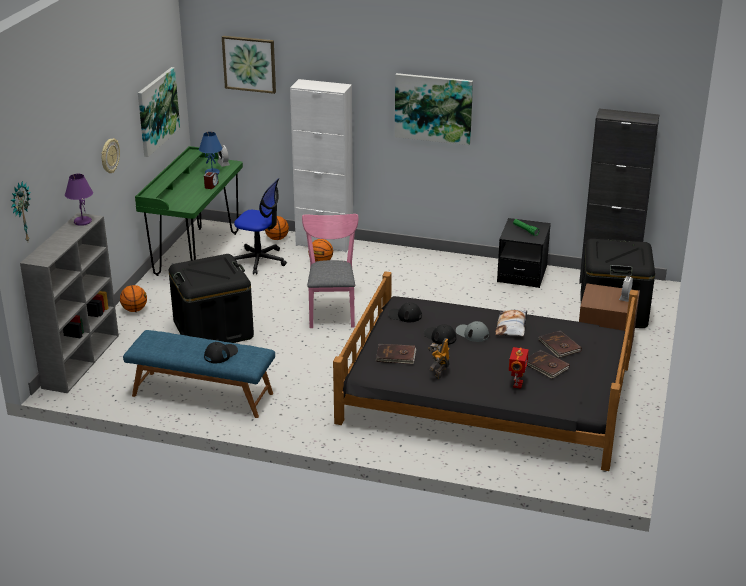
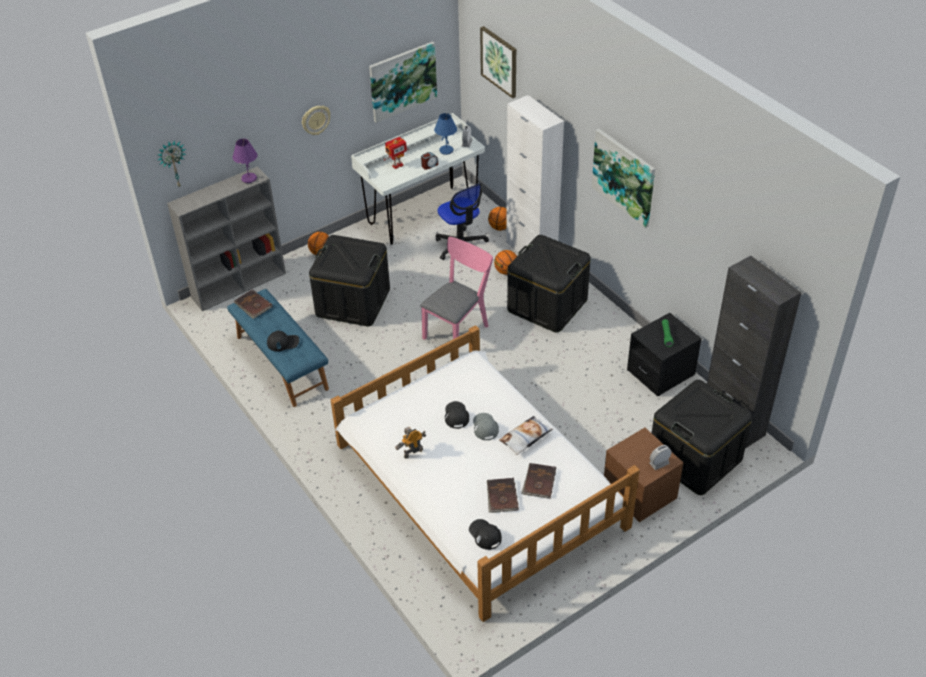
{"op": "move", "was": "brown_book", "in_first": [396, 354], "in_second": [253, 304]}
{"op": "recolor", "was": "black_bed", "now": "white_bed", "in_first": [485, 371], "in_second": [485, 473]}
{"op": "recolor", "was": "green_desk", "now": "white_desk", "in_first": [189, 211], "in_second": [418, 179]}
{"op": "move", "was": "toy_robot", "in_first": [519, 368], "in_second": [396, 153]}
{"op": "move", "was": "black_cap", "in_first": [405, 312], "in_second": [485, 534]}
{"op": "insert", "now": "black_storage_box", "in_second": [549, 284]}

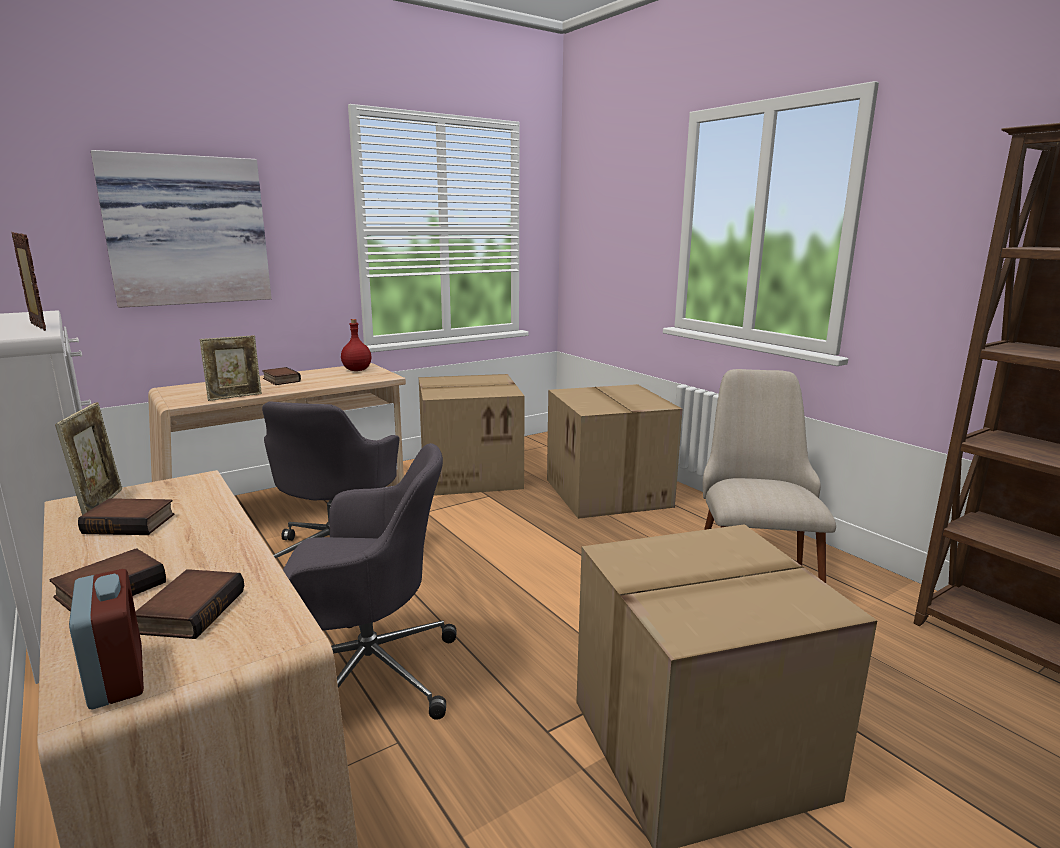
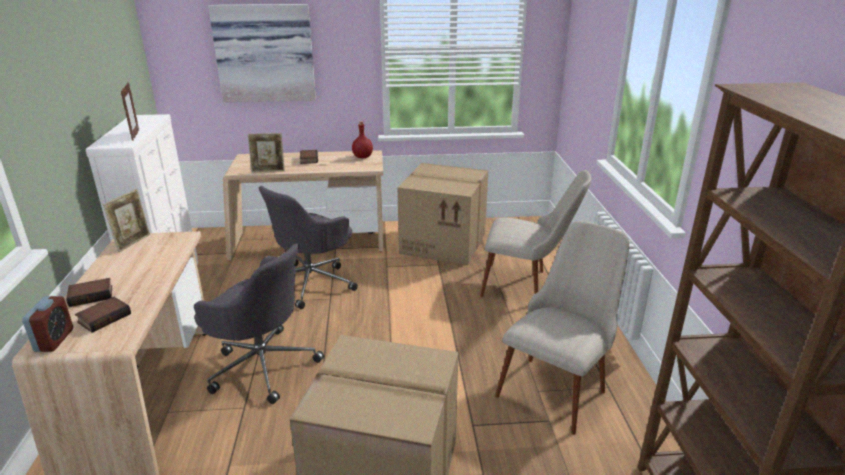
{"op": "replace", "was": "cardboard_box", "now": "beige_chair", "in_first": [614, 451], "in_second": [535, 233]}
{"op": "delete", "was": "book", "in_first": [126, 516]}

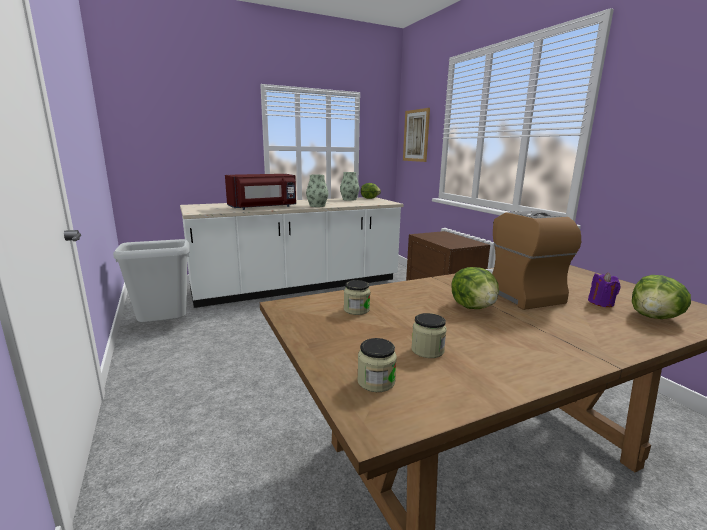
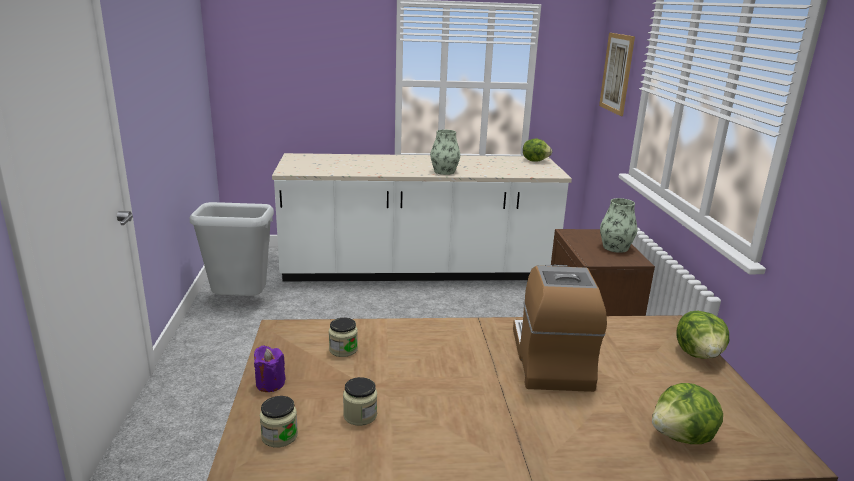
{"op": "move", "was": "purple_candle", "in_first": [604, 290], "in_second": [270, 369]}
{"op": "move", "was": "vase", "in_first": [350, 186], "in_second": [618, 225]}
{"op": "move", "was": "lettuce", "in_first": [475, 288], "in_second": [702, 335]}
{"op": "delete", "was": "red_microwave", "in_first": [260, 192]}

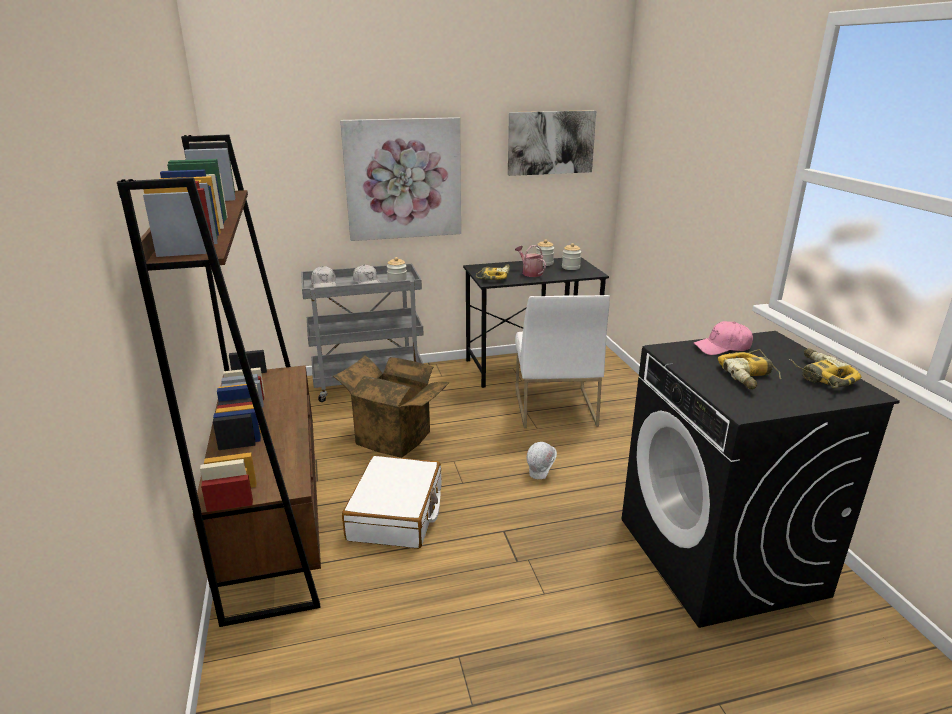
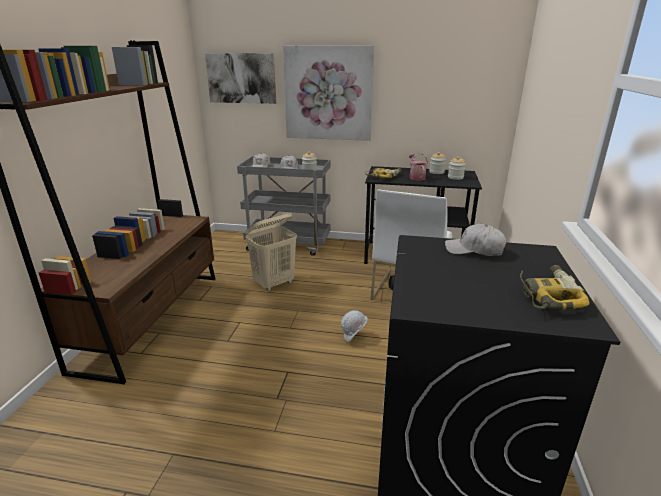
{"op": "move", "was": "picture", "in_first": [552, 143], "in_second": [240, 78]}
{"op": "replace", "was": "cardboard_box", "now": "beige_laundry_basket", "in_first": [391, 406], "in_second": [271, 252]}
{"op": "recolor", "was": "pink_cap", "now": "white_cap", "in_first": [723, 338], "in_second": [475, 240]}
{"op": "delete", "was": "white_suitcase", "in_first": [392, 502]}
{"op": "delete", "was": "power_drill", "in_first": [749, 369]}

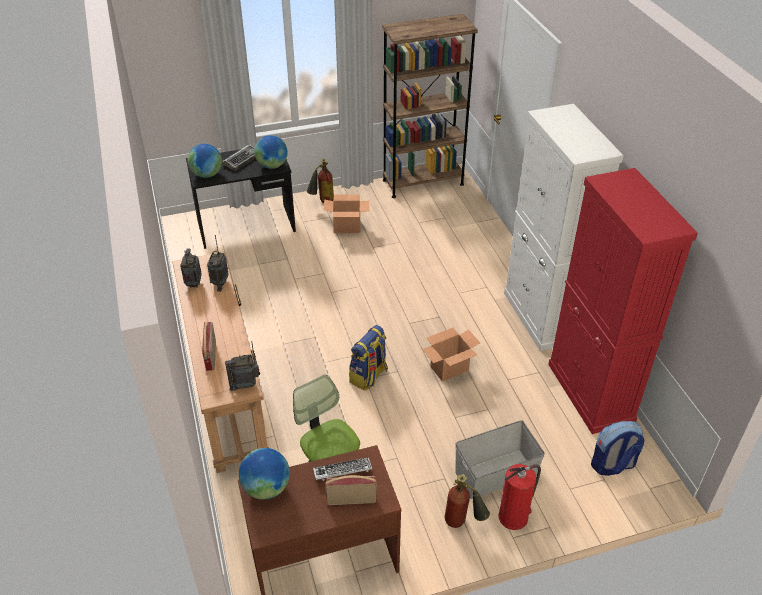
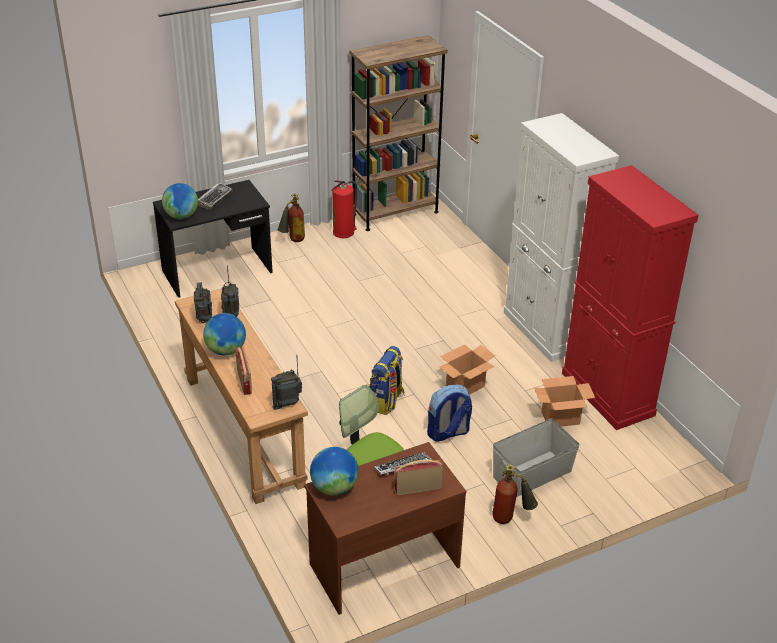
{"op": "move", "was": "globe", "in_first": [271, 152], "in_second": [224, 334]}
{"op": "move", "was": "fire_extinguisher", "in_first": [519, 497], "in_second": [344, 209]}
{"op": "move", "was": "backpack", "in_first": [618, 448], "in_second": [449, 413]}
{"op": "move", "was": "cardboard_box", "in_first": [346, 213], "in_second": [564, 401]}

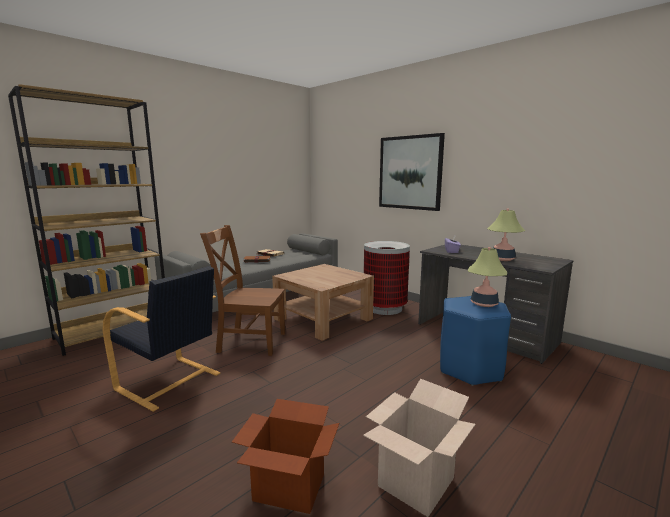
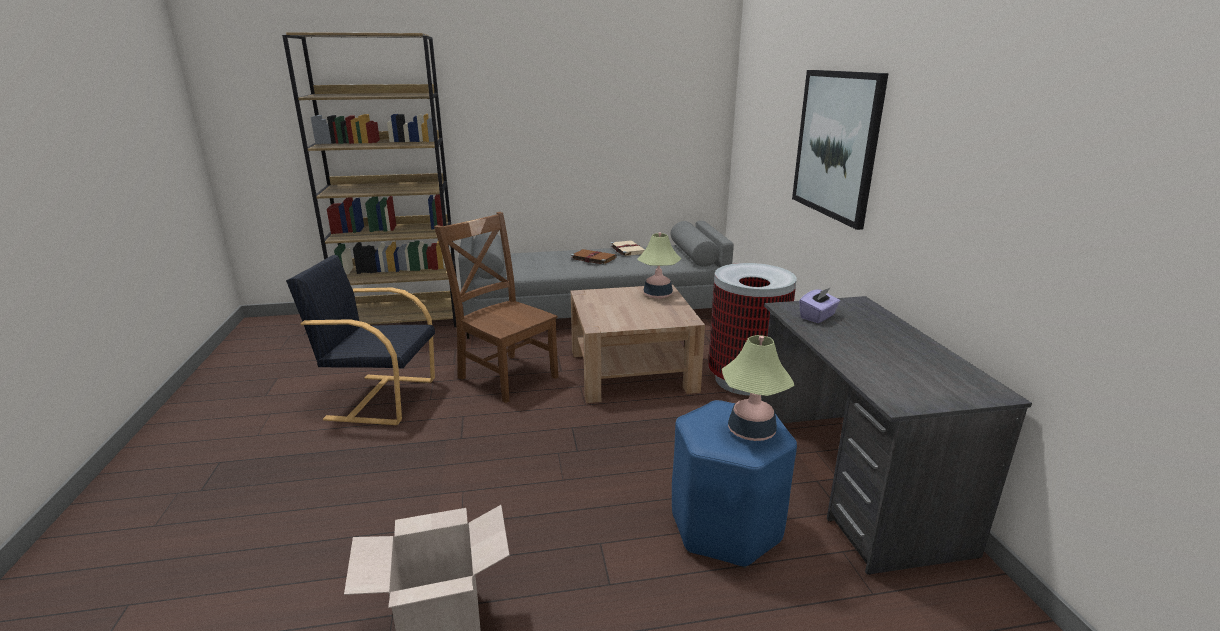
{"op": "rotate", "was": "black_armchair", "in_first": [161, 339], "in_second": [360, 340], "clockwise": 120}
{"op": "move", "was": "table_lamp", "in_first": [506, 235], "in_second": [659, 266]}
{"op": "delete", "was": "cardboard_box", "in_first": [285, 456]}

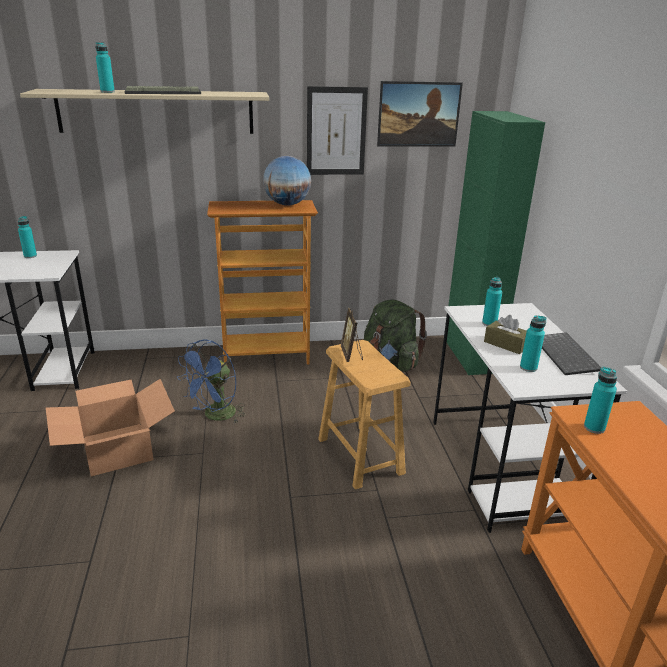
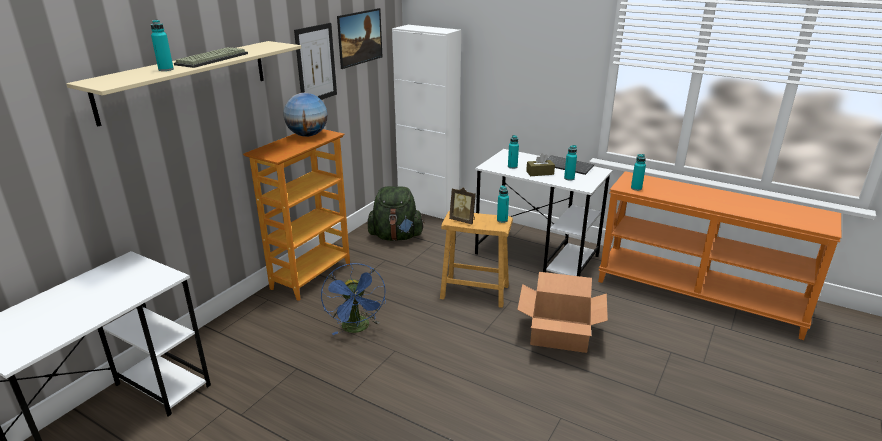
{"op": "recolor", "was": "green_cabinet", "now": "white_cabinet", "in_first": [496, 243], "in_second": [426, 122]}
{"op": "move", "was": "turquoise_bottle", "in_first": [27, 237], "in_second": [503, 204]}
{"op": "move", "was": "cardboard_box", "in_first": [110, 427], "in_second": [562, 312]}

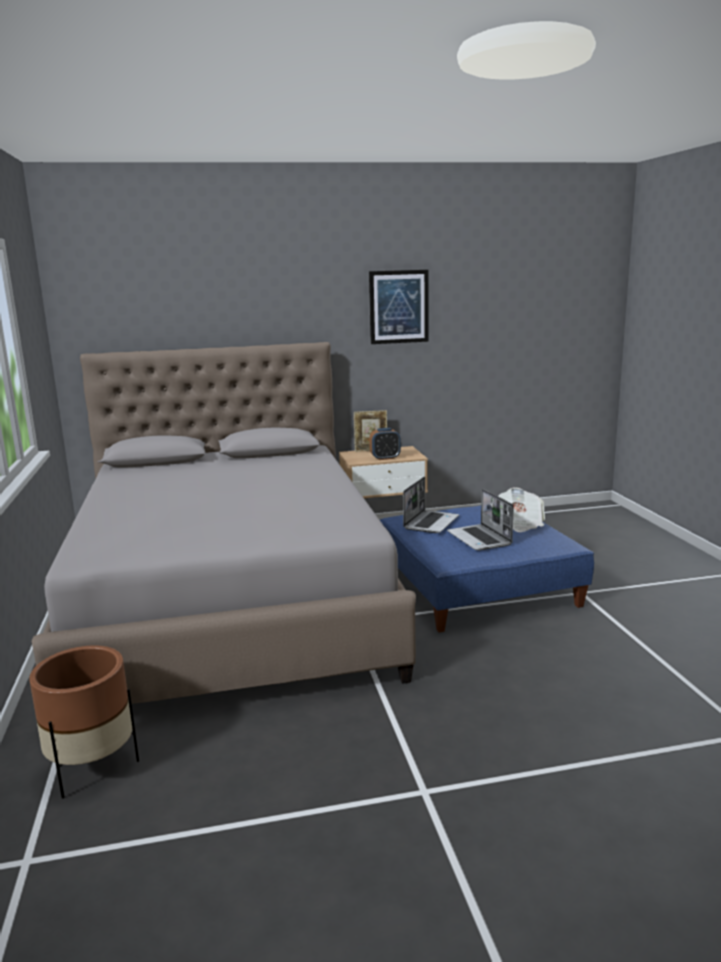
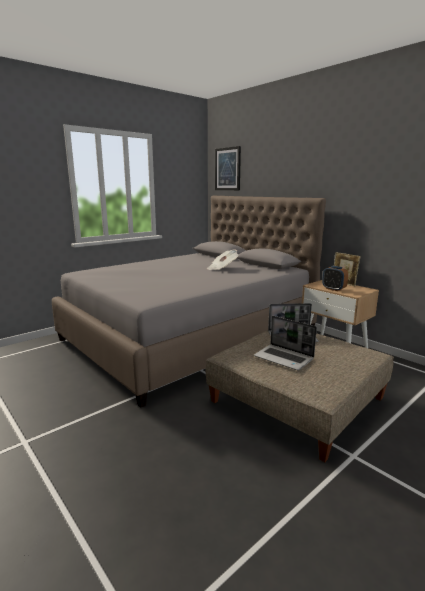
{"op": "recolor", "was": "blue_ottoman", "now": "beige_ottoman", "in_first": [487, 569], "in_second": [300, 396]}
{"op": "move", "was": "newspaper", "in_first": [521, 510], "in_second": [222, 260]}
{"op": "move", "was": "picture", "in_first": [398, 307], "in_second": [228, 168]}
{"op": "rotate", "was": "laptop", "in_first": [480, 520], "in_second": [285, 343], "clockwise": -90}
{"op": "delete", "was": "brown_planter", "in_first": [84, 722]}

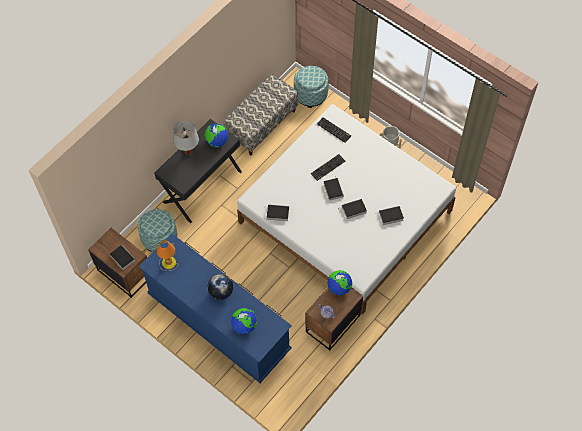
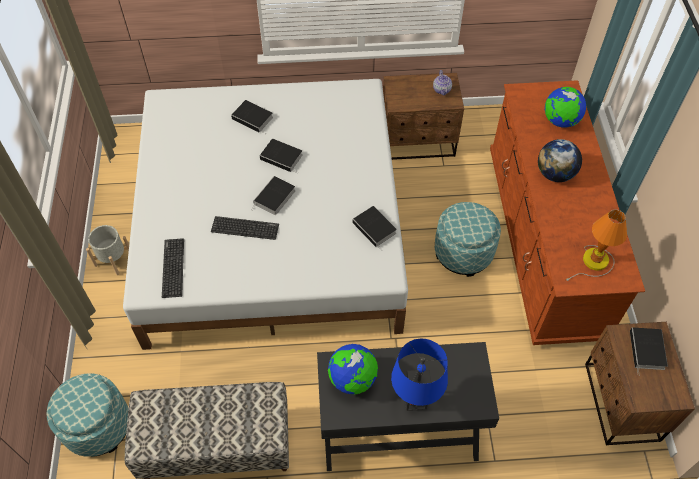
{"op": "recolor", "was": "grey_table_lamp", "now": "blue_table_lamp", "in_first": [186, 139], "in_second": [419, 374]}
{"op": "move", "was": "ottoman", "in_first": [157, 230], "in_second": [468, 239]}
{"op": "recolor", "was": "blue_dresser", "now": "brown_dresser", "in_first": [215, 308], "in_second": [567, 212]}
{"op": "delete", "was": "globe", "in_first": [339, 282]}

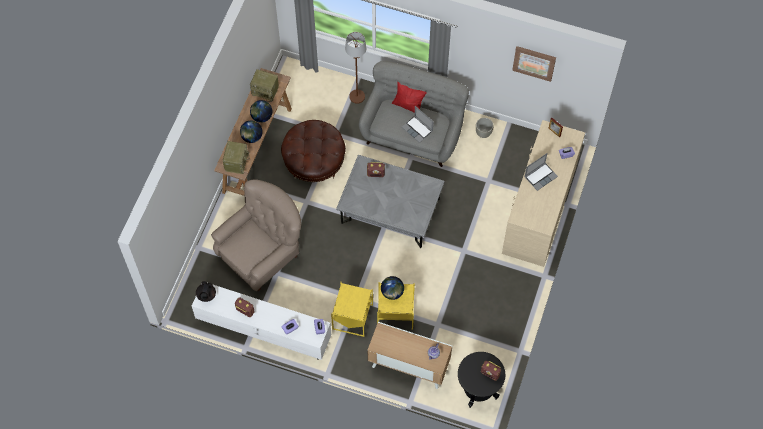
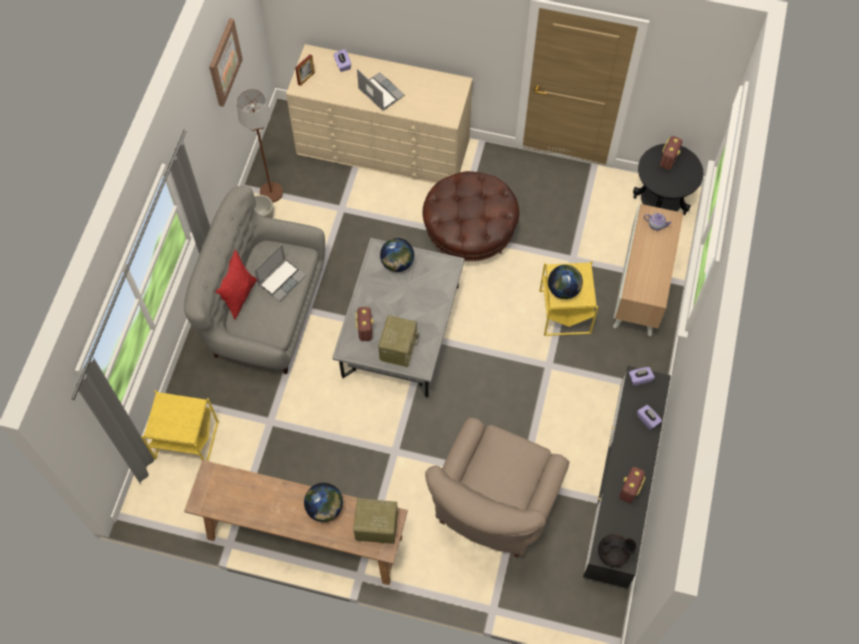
{"op": "move", "was": "yellow_side_table", "in_first": [352, 309], "in_second": [180, 425]}
{"op": "move", "was": "brown_floor_lamp", "in_first": [355, 68], "in_second": [260, 146]}
{"op": "move", "was": "radio", "in_first": [264, 85], "in_second": [398, 341]}
{"op": "move", "was": "globe", "in_first": [261, 111], "in_second": [397, 255]}
{"op": "move", "was": "brown_ottoman", "in_first": [313, 151], "in_second": [471, 216]}
{"op": "rotate", "was": "beige_armchair", "in_first": [256, 235], "in_second": [497, 488], "clockwise": -105}
{"op": "recolor", "was": "white_tv_stand", "now": "black_tv_stand", "in_first": [261, 320], "in_second": [627, 477]}

